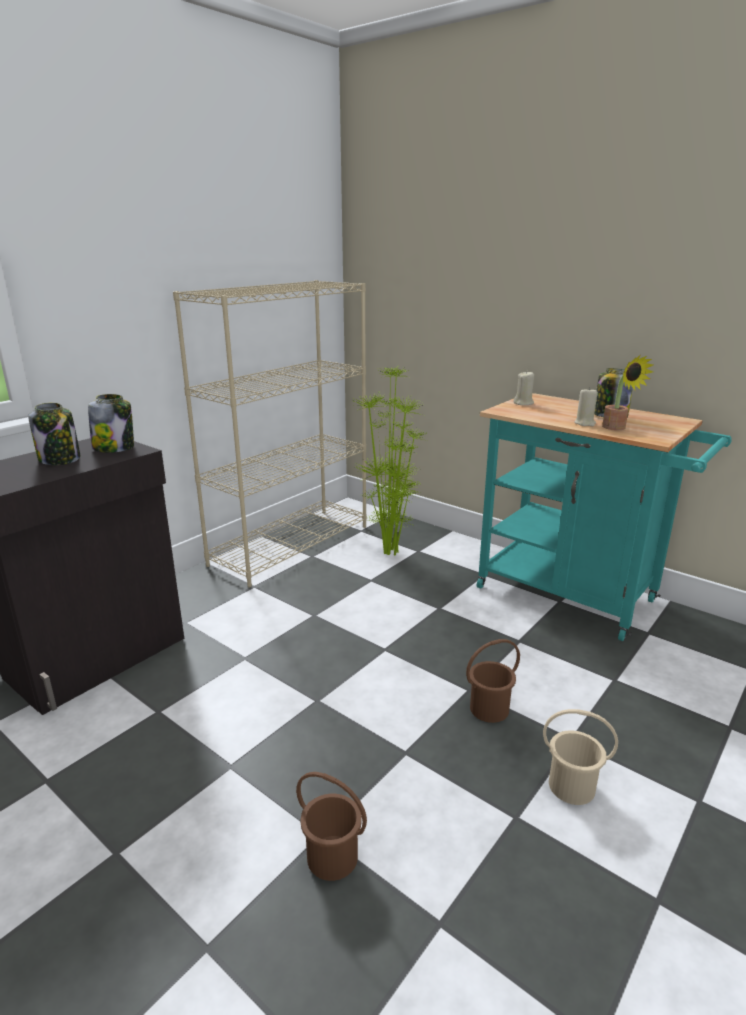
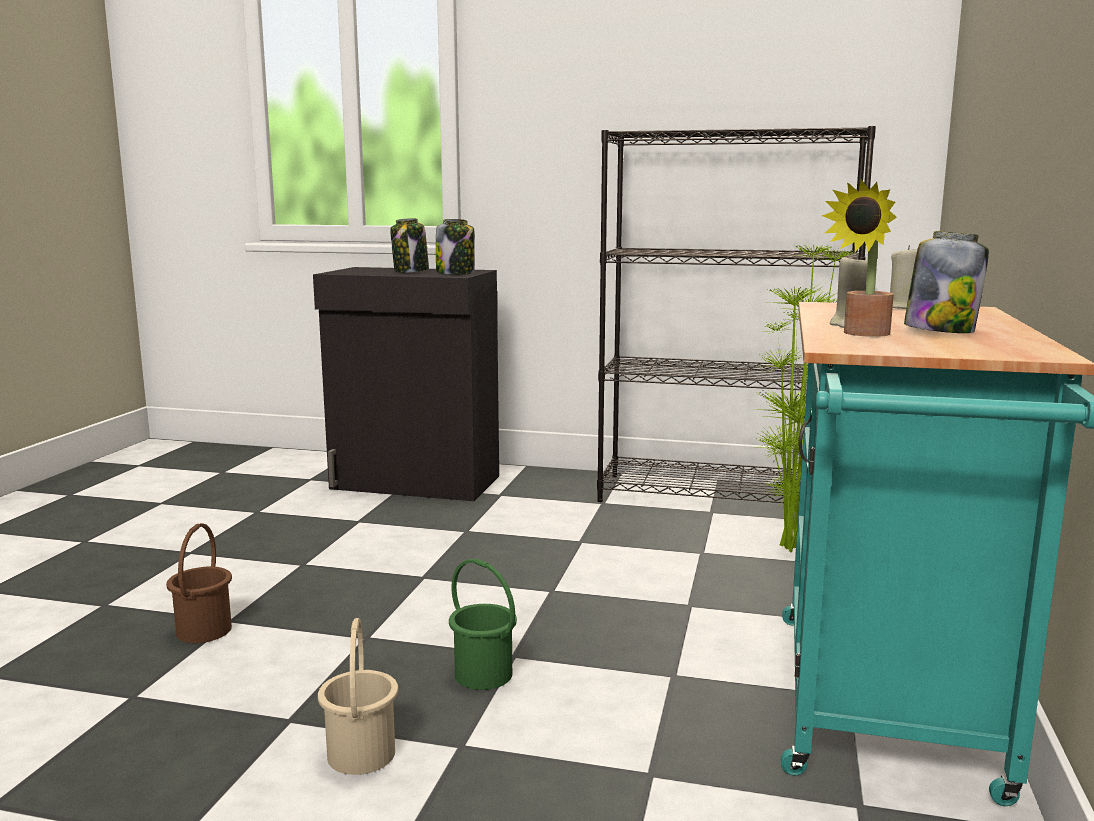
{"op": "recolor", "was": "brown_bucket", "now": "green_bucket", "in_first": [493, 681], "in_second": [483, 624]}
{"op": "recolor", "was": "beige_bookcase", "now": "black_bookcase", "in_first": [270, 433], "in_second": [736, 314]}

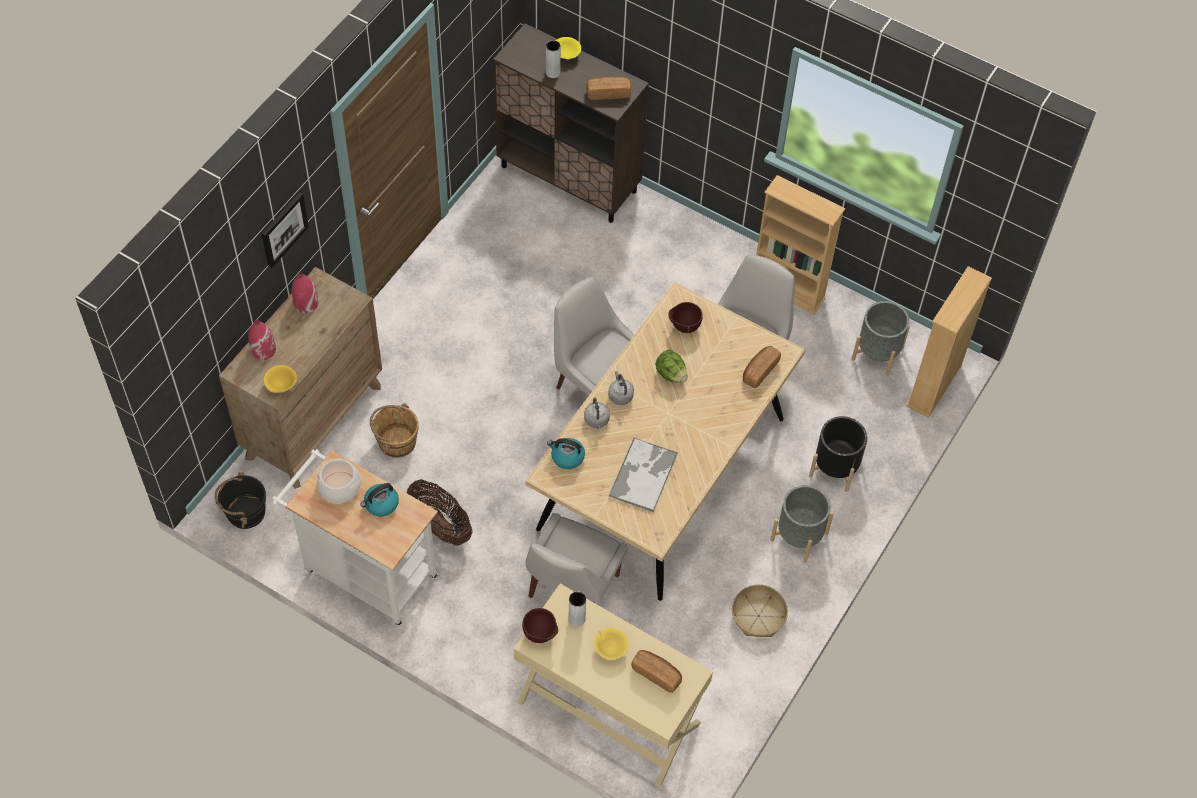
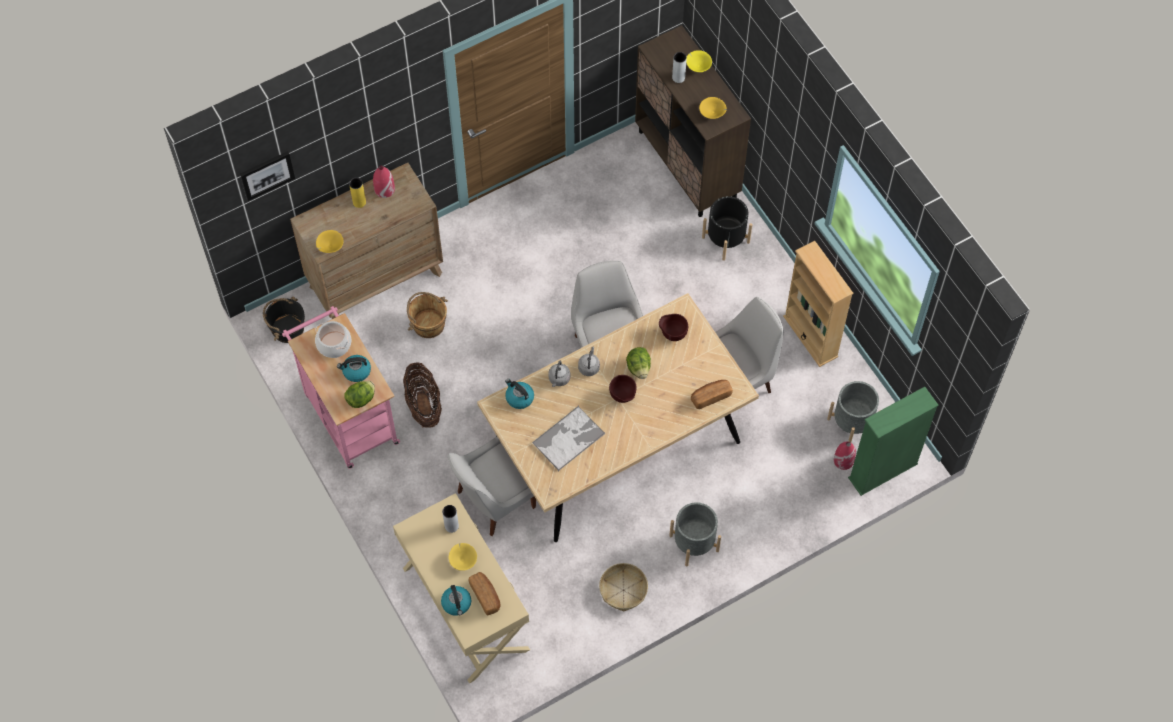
{"op": "move", "was": "picture", "in_first": [285, 230], "in_second": [267, 176]}
{"op": "recolor", "was": "white_cart", "now": "pink_cart", "in_first": [355, 537], "in_second": [341, 387]}
{"op": "insert", "now": "lettuce", "in_second": [359, 394]}
{"op": "insert", "now": "yellow_vase", "in_second": [357, 193]}
{"op": "insert", "now": "kettle", "in_second": [456, 600]}
{"op": "move", "was": "brown_bowl", "in_first": [540, 625], "in_second": [623, 389]}
{"op": "replace", "was": "bread", "now": "yellow_bowl", "in_first": [608, 88], "in_second": [713, 108]}
{"op": "move", "was": "black_planter", "in_first": [838, 454], "in_second": [727, 228]}
{"op": "move", "was": "red_vase", "in_first": [262, 340], "in_second": [845, 456]}
{"op": "recolor", "was": "beige_bookcase", "now": "green_bookcase", "in_first": [949, 342], "in_second": [893, 441]}

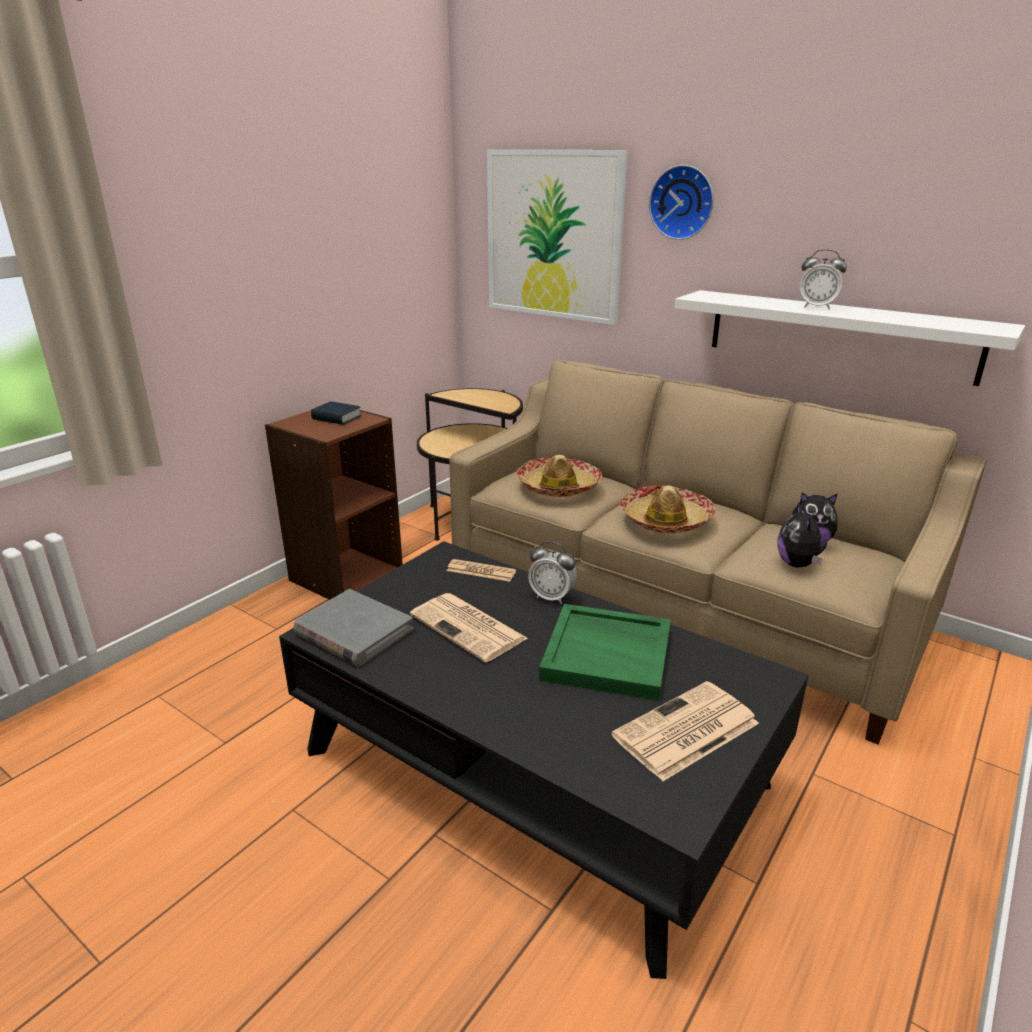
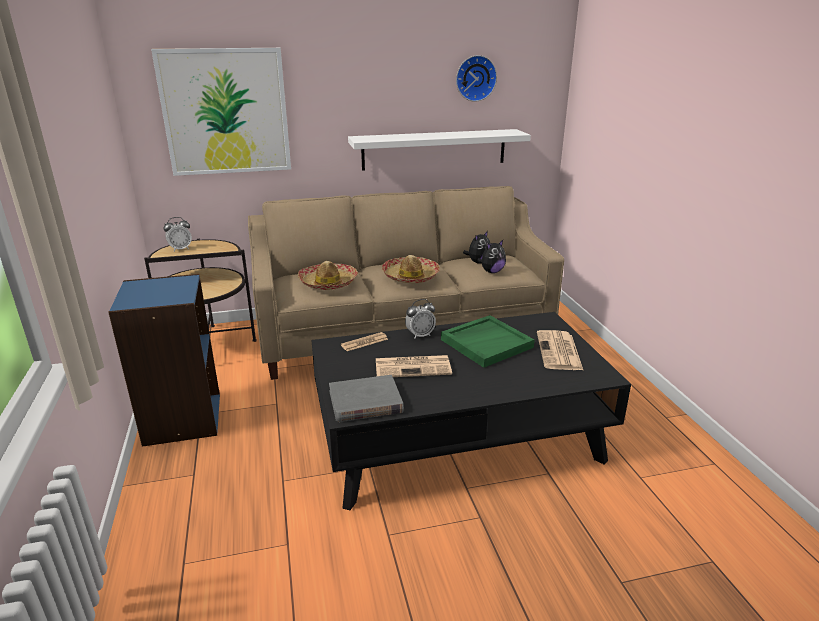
{"op": "recolor", "was": "brown_bookcase", "now": "blue_bookcase", "in_first": [334, 505], "in_second": [164, 360]}
{"op": "move", "was": "alarm_clock", "in_first": [823, 279], "in_second": [177, 234]}
{"op": "move", "was": "wall_clock", "in_first": [681, 202], "in_second": [476, 78]}
{"op": "rotate", "was": "plush_toy", "in_first": [802, 535], "in_second": [491, 256], "clockwise": -75}
{"op": "delete", "was": "book", "in_first": [336, 413]}

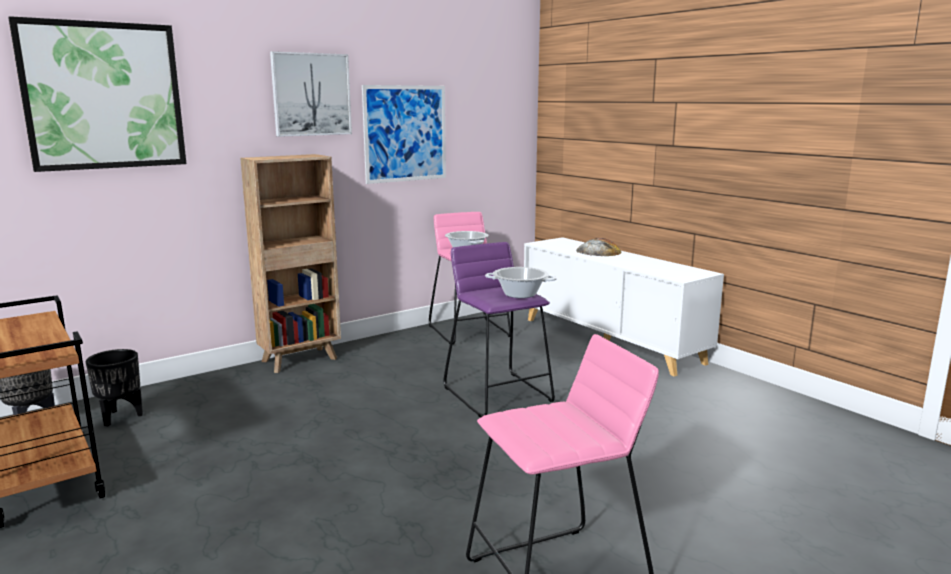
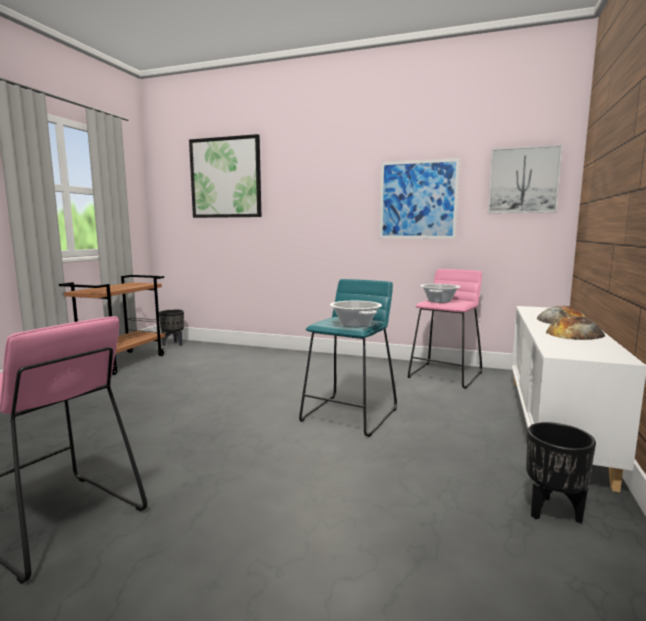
{"op": "recolor", "was": "purple_stool", "now": "turquoise_stool", "in_first": [499, 329], "in_second": [348, 358]}
{"op": "move", "was": "picture", "in_first": [311, 94], "in_second": [525, 179]}
{"op": "move", "was": "black_planter", "in_first": [114, 387], "in_second": [561, 473]}
{"op": "insert", "now": "bread", "in_second": [576, 328]}
{"op": "delete", "was": "brown_bookcase", "in_first": [290, 263]}

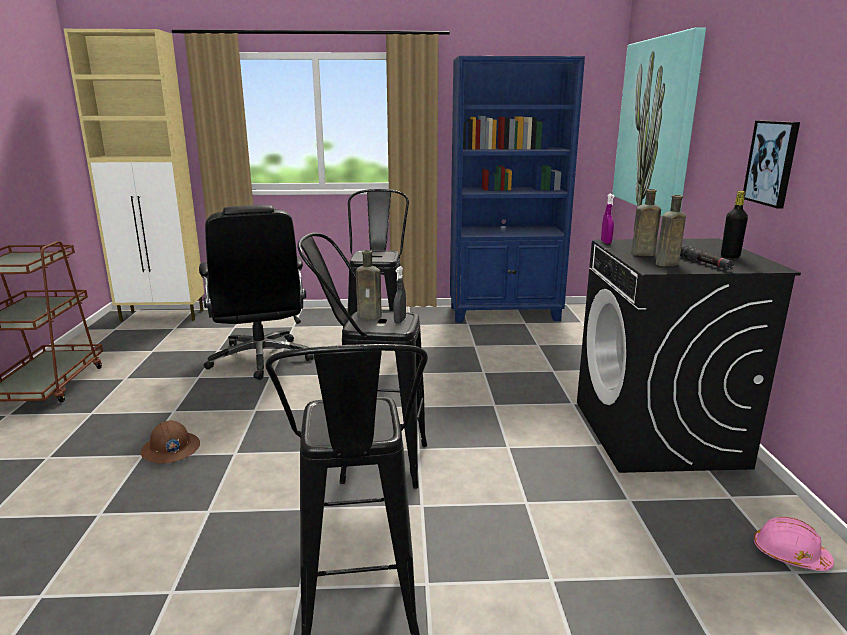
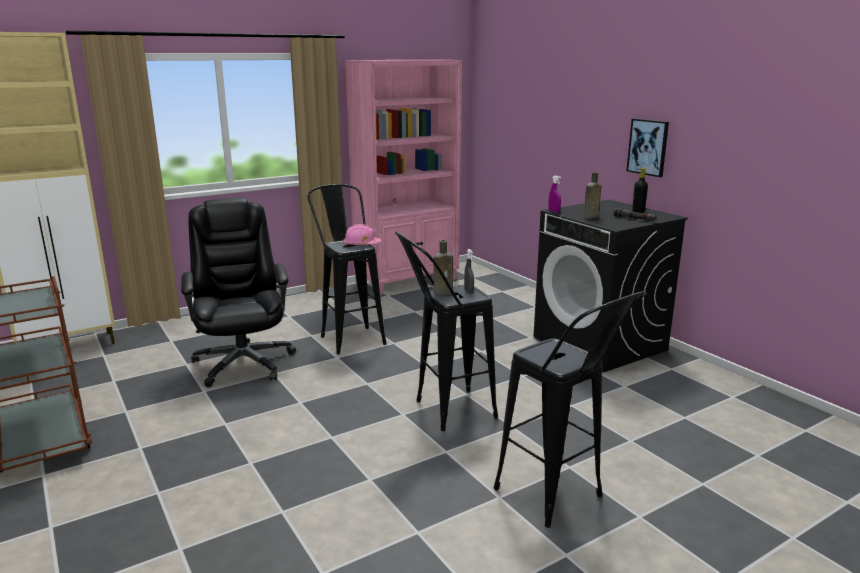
{"op": "rotate", "was": "black_office_chair", "in_first": [256, 292], "in_second": [238, 292], "clockwise": -150}
{"op": "move", "was": "pink_hard_hat", "in_first": [794, 544], "in_second": [362, 235]}
{"op": "recolor", "was": "blue_bookcase", "now": "pink_bookcase", "in_first": [517, 189], "in_second": [403, 178]}
{"op": "delete", "was": "brown_hard_hat", "in_first": [170, 442]}
{"op": "delete", "was": "picture", "in_first": [659, 122]}
{"op": "delete", "was": "brown_bottle", "in_first": [671, 231]}

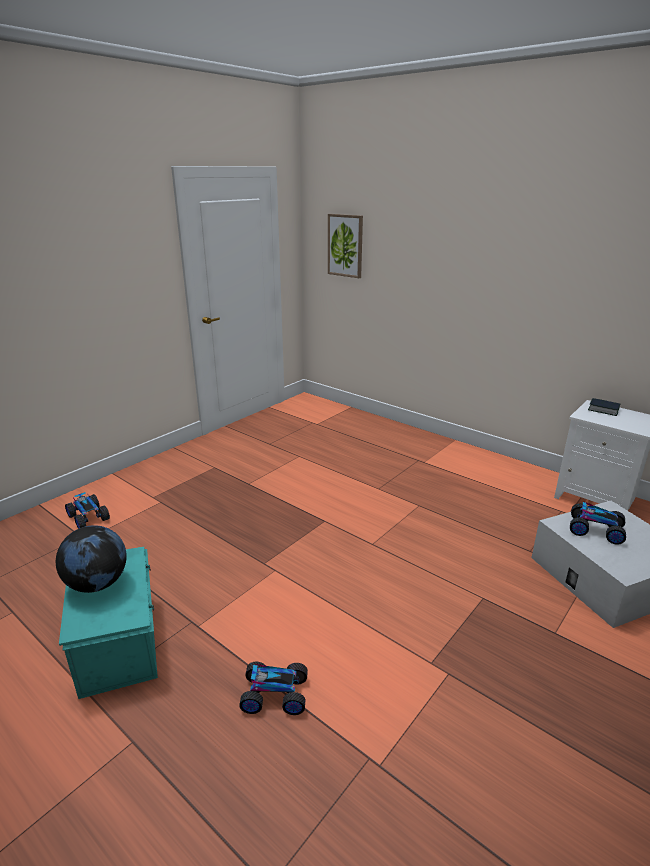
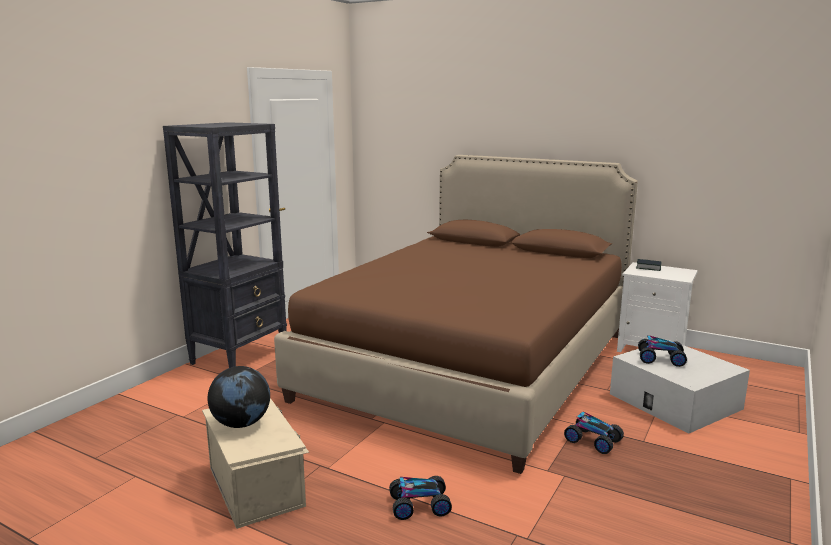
{"op": "insert", "now": "black_bookcase", "in_second": [225, 245]}
{"op": "recolor", "was": "turquoise_storage_box", "now": "beige_storage_box", "in_first": [108, 623], "in_second": [255, 463]}
{"op": "insert", "now": "brown_bed", "in_second": [456, 314]}
{"op": "move", "was": "toy_car", "in_first": [87, 510], "in_second": [594, 432]}
{"op": "delete", "was": "picture", "in_first": [345, 246]}

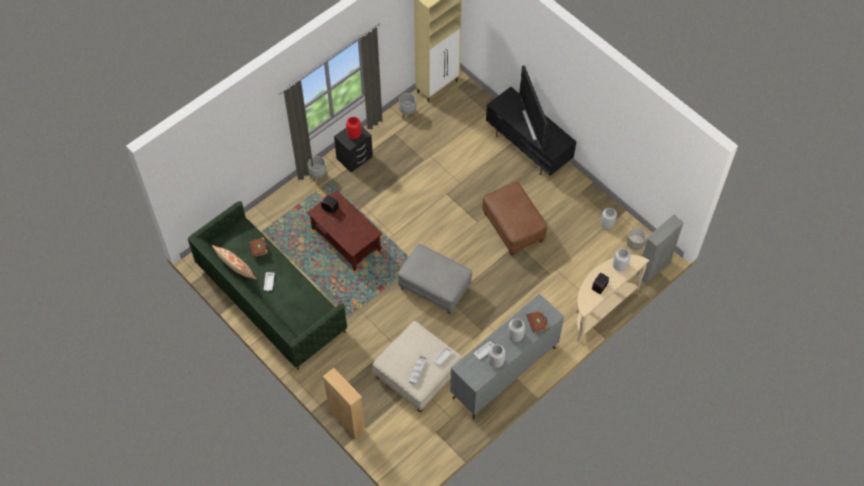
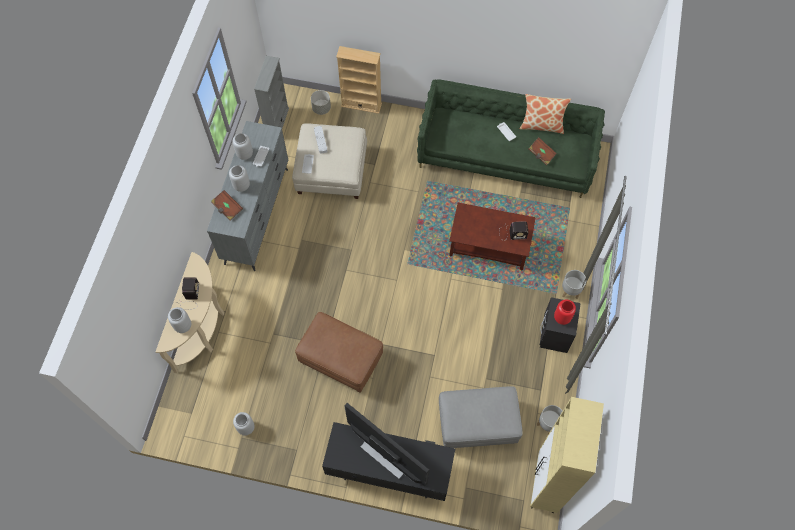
{"op": "move", "was": "grey_bookcase", "in_first": [660, 249], "in_second": [271, 92]}
{"op": "move", "was": "grey_planter", "in_first": [637, 238], "in_second": [321, 102]}
{"op": "move", "was": "grey_ottoman", "in_first": [435, 279], "in_second": [481, 417]}

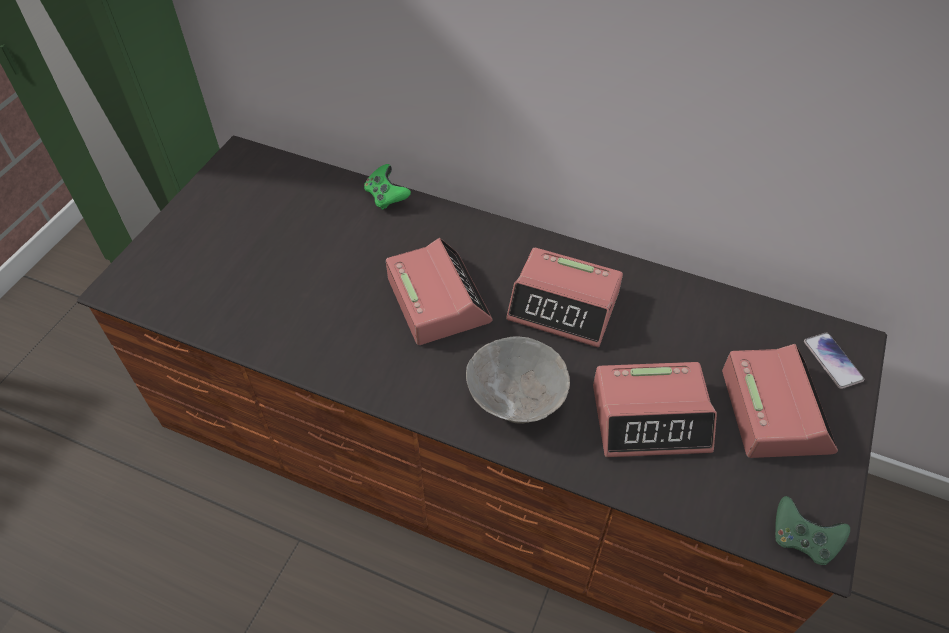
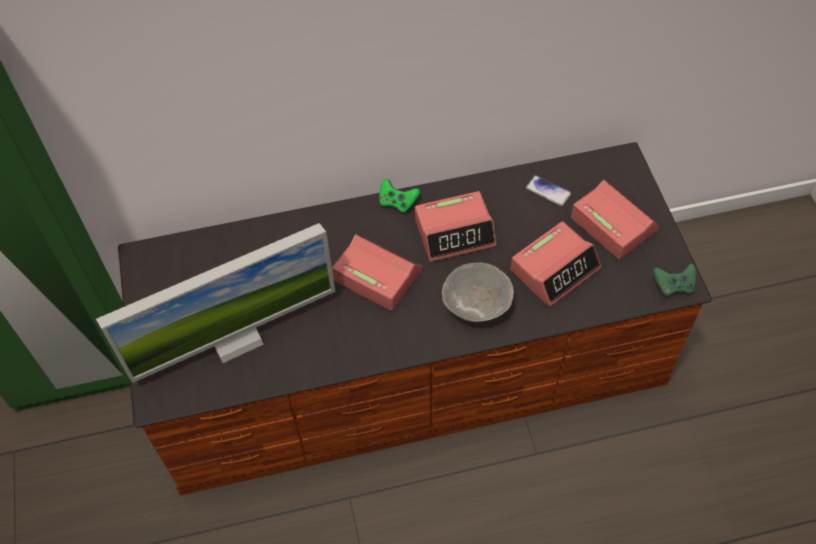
{"op": "insert", "now": "monitor", "in_second": [215, 303]}
{"op": "move", "was": "green_game_controller", "in_first": [387, 187], "in_second": [399, 196]}
{"op": "move", "was": "phone", "in_first": [834, 361], "in_second": [548, 191]}

